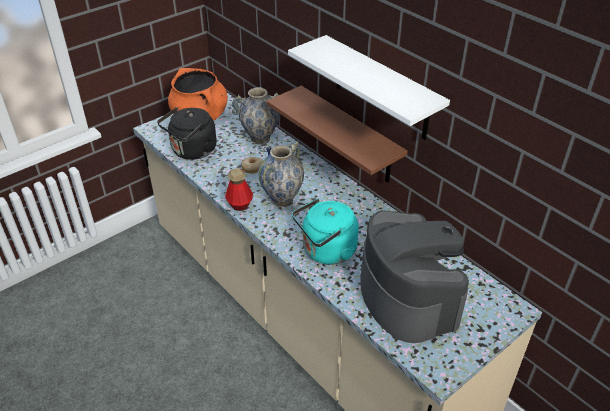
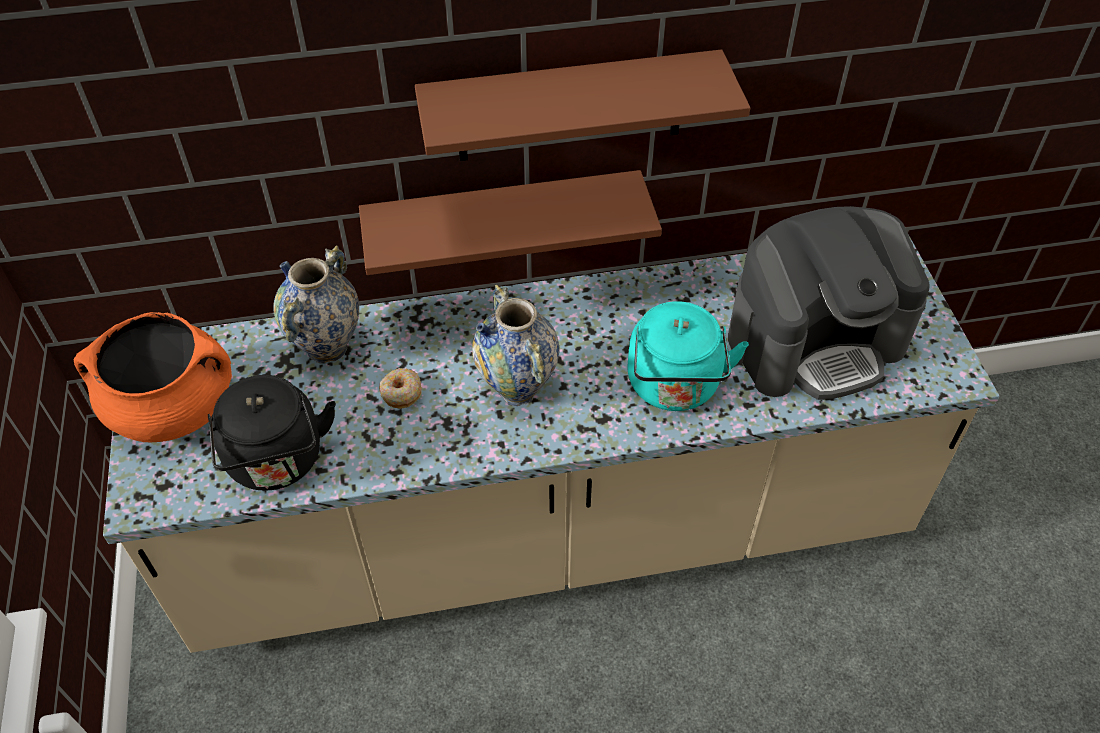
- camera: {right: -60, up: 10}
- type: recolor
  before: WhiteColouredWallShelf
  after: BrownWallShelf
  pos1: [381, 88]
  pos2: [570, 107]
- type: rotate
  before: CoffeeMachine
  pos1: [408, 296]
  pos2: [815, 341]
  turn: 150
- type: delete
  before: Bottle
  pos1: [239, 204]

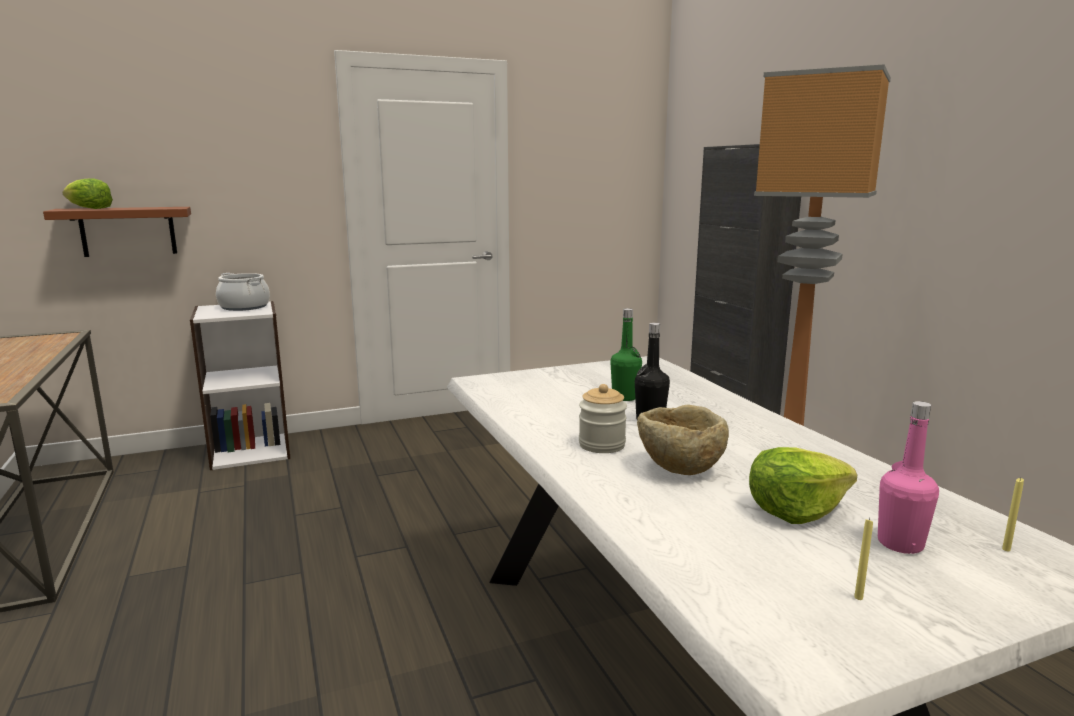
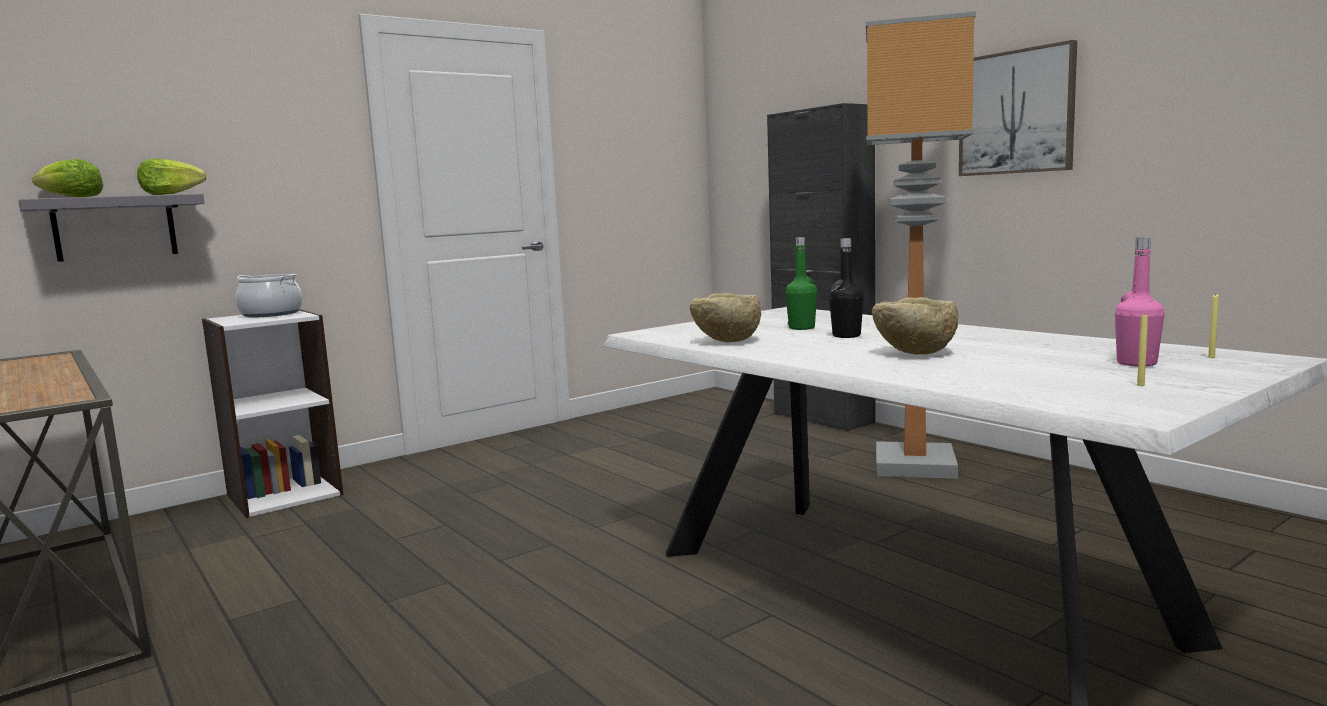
- camera: {right: -15, up: -5}
- type: recolor
  before: BrownWallShelf
  after: GreyWallShelf
  pos1: [128, 231]
  pos2: [115, 228]
- type: move
  before: HeadOfLettuce
  pos1: [795, 510]
  pos2: [170, 194]
- type: insert
  after: BeigeColouredBowl
  pos2: [726, 342]
- type: insert
  after: Picture
  pos2: [1016, 112]
- type: delete
  before: PreserveJar
  pos1: [602, 445]

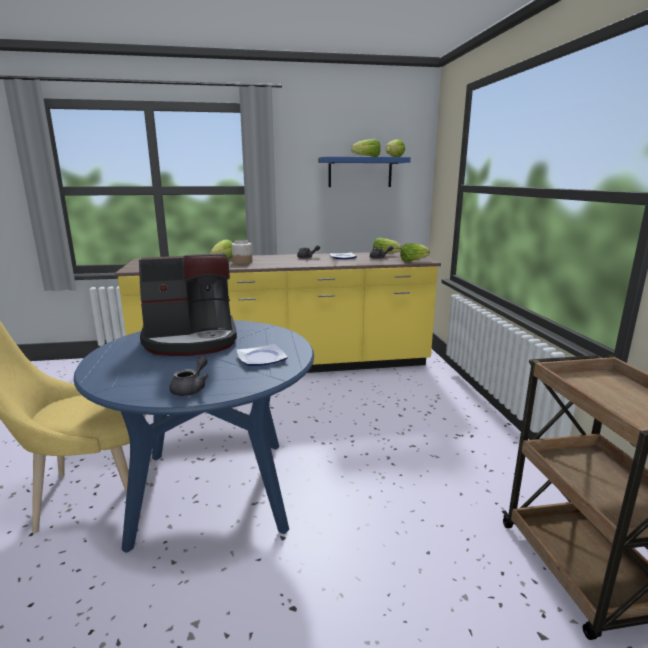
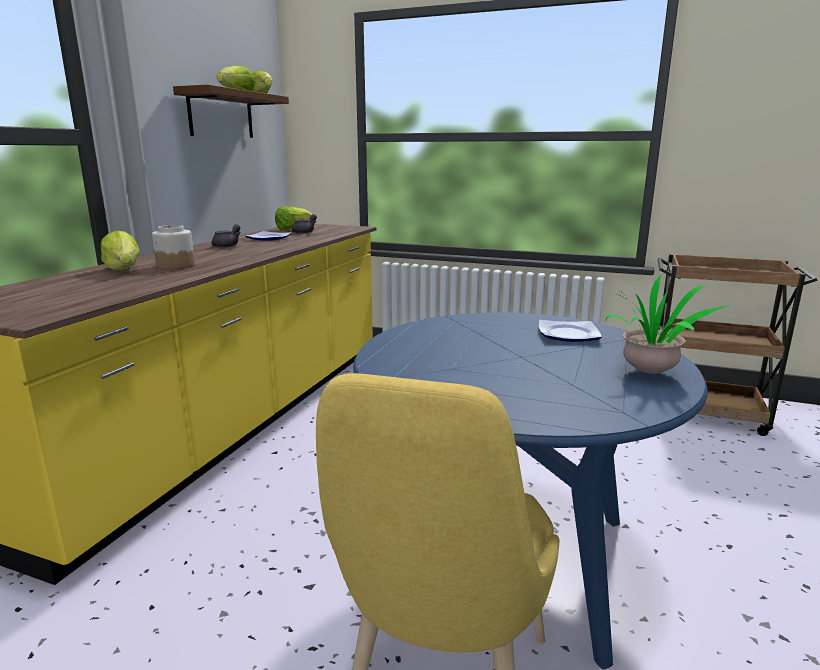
- camera: {right: -60, up: 0}
- type: recolor
  before: BluishWallShelf
  after: BrownWallShelf
  pos1: [360, 172]
  pos2: [221, 114]
- type: replace
  before: GreyPotForTea
  after: PlantInAPot
  pos1: [191, 388]
  pos2: [651, 372]
- type: delete
  before: CoffeeMachine
  pos1: [191, 340]
- type: delete
  before: HeadOfLettuce
  pos1: [413, 261]

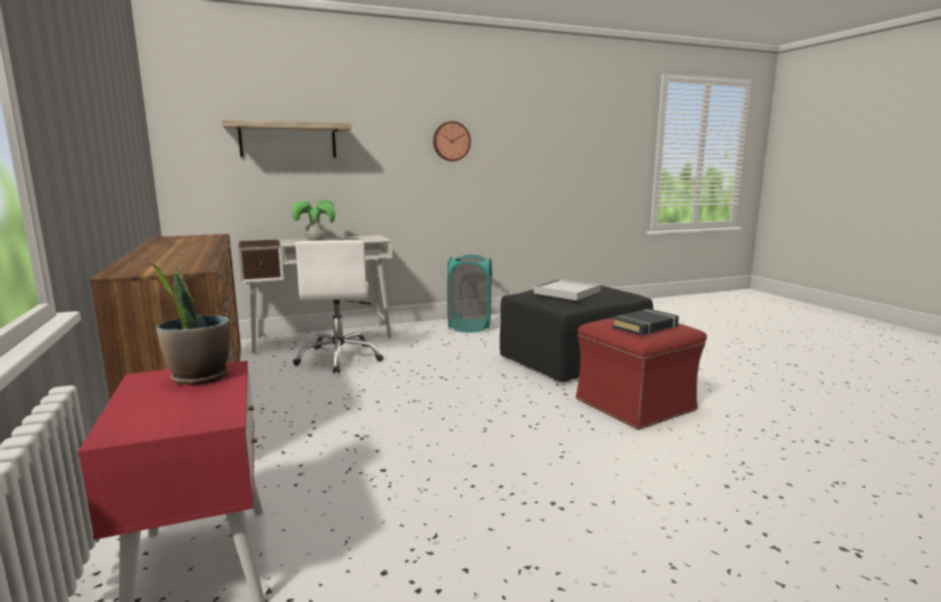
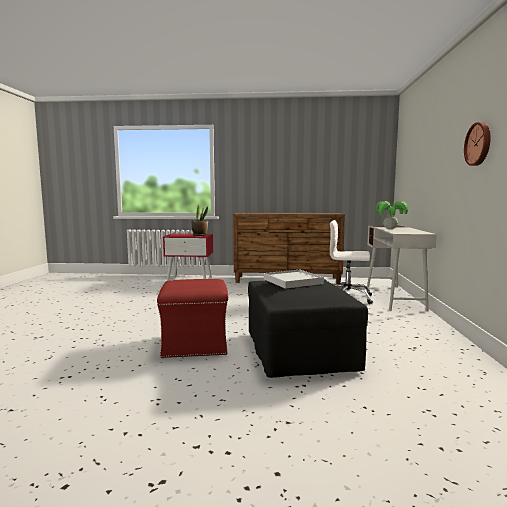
- camera: {right: 115, up: -5}
- type: delete
  before: WallShelf
  pos1: [288, 140]
- type: delete
  before: BlueGreenHamper
  pos1: [469, 326]
- type: delete
  before: BlackBook
  pos1: [645, 327]

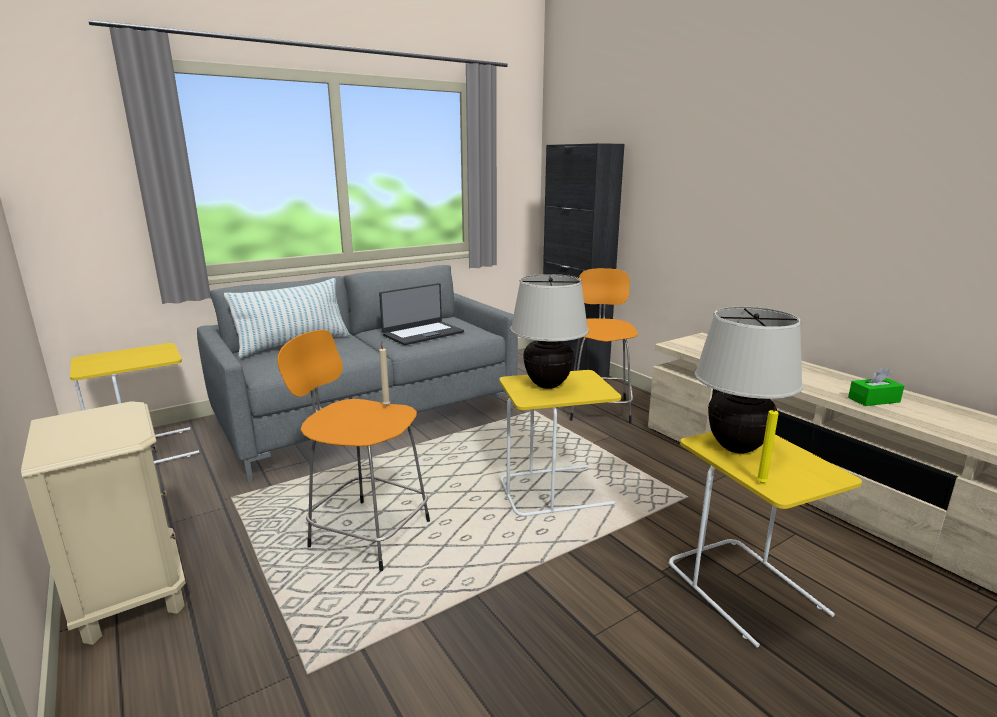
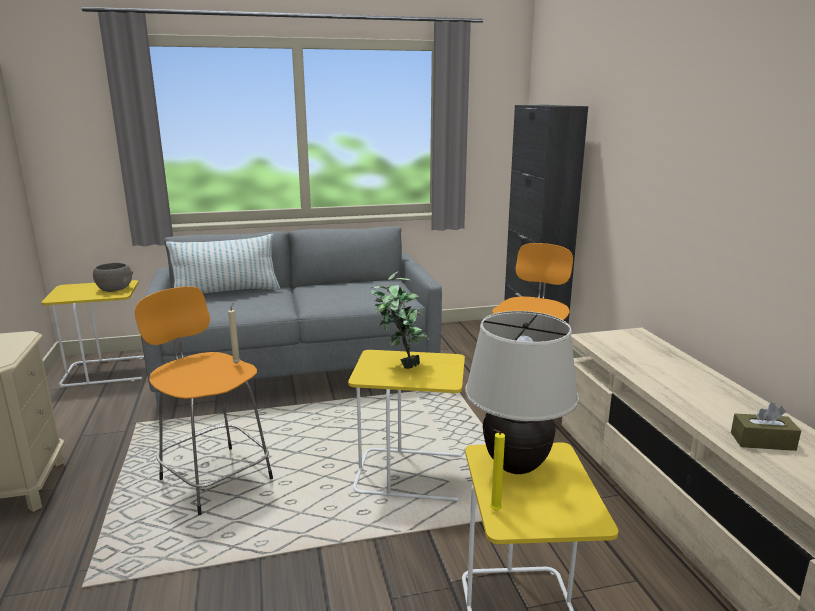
- camera: {right: 20, up: 0}
- type: insert
  after: GreyBowl
  pos2: [115, 289]
- type: replace
  before: BeigeColouredLampForATable
  after: PlantInAPot
  pos1: [547, 385]
  pos2: [399, 365]
- type: recolor
  before: GreenTissueBox
  after: BrownTissueBox
  pos1: [873, 400]
  pos2: [762, 441]
- type: delete
  before: Laptop
  pos1: [422, 333]

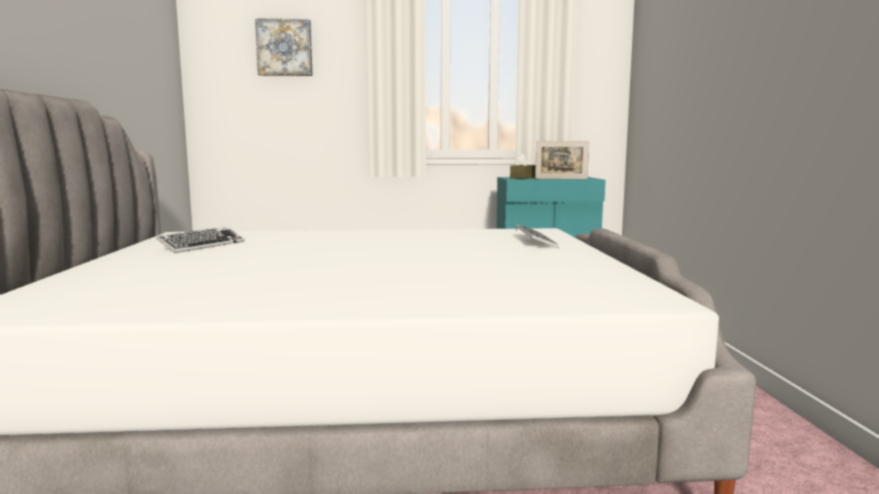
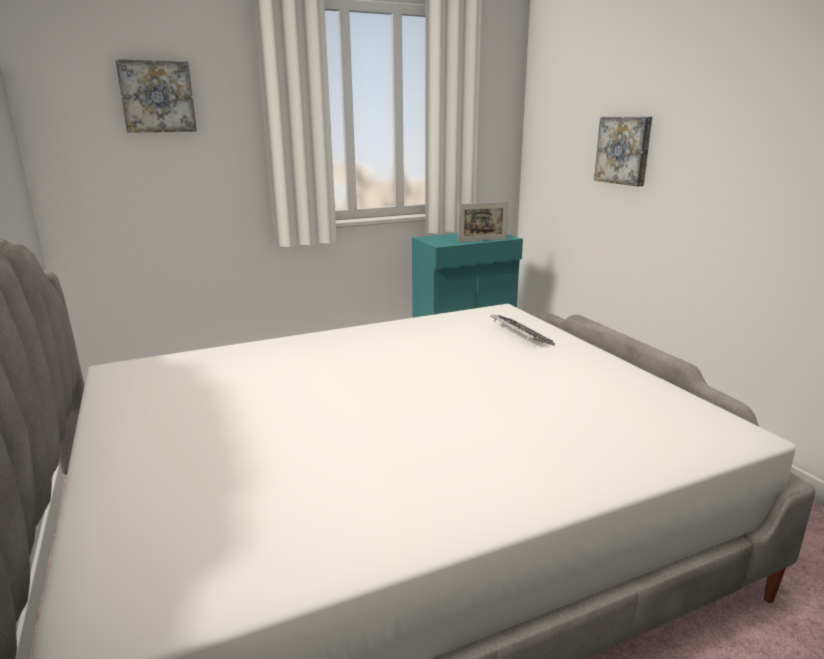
- camera: {right: -20, up: 10}
- type: insert
  after: Picture
  pos2: [624, 150]
- type: delete
  before: Keyboard
  pos1: [202, 245]
- type: delete
  before: BrownTissueBox
  pos1: [523, 178]

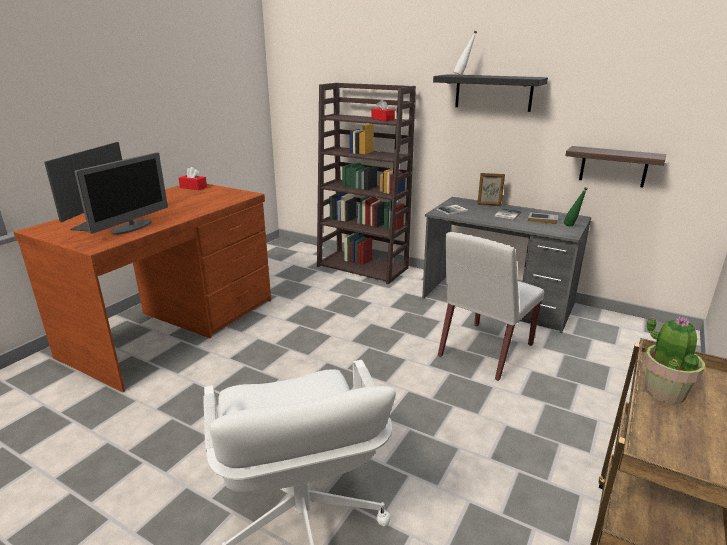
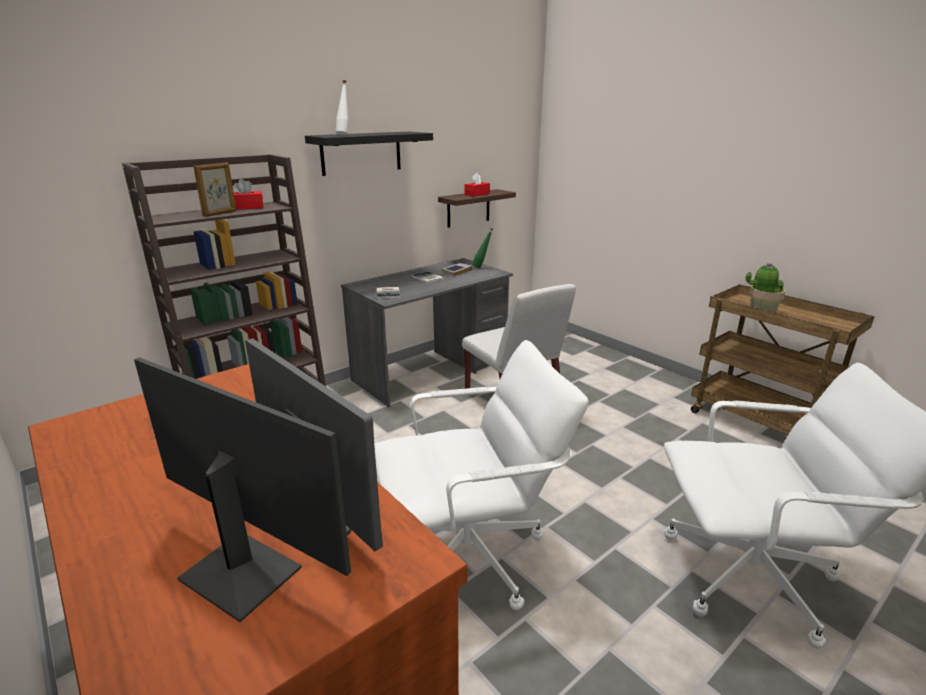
- camera: {right: -70, up: 0}
- type: move
  before: PictureFrame
  pos1: [489, 204]
  pos2: [220, 213]
- type: insert
  after: WhiteColouredComputerChair
  pos2: [470, 556]
- type: move
  before: RedTissueBox
  pos1: [193, 187]
  pos2: [477, 194]

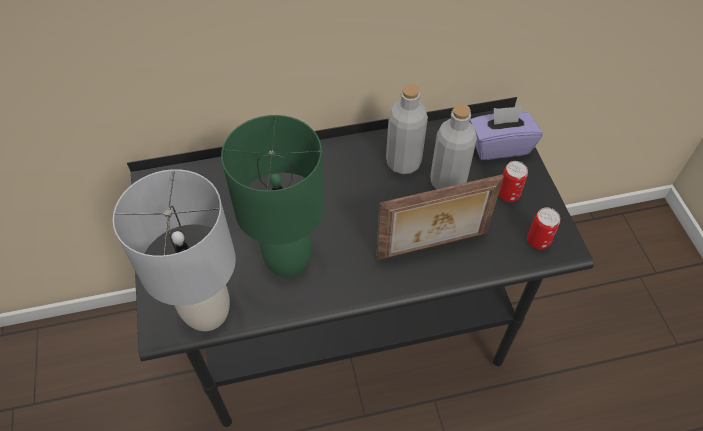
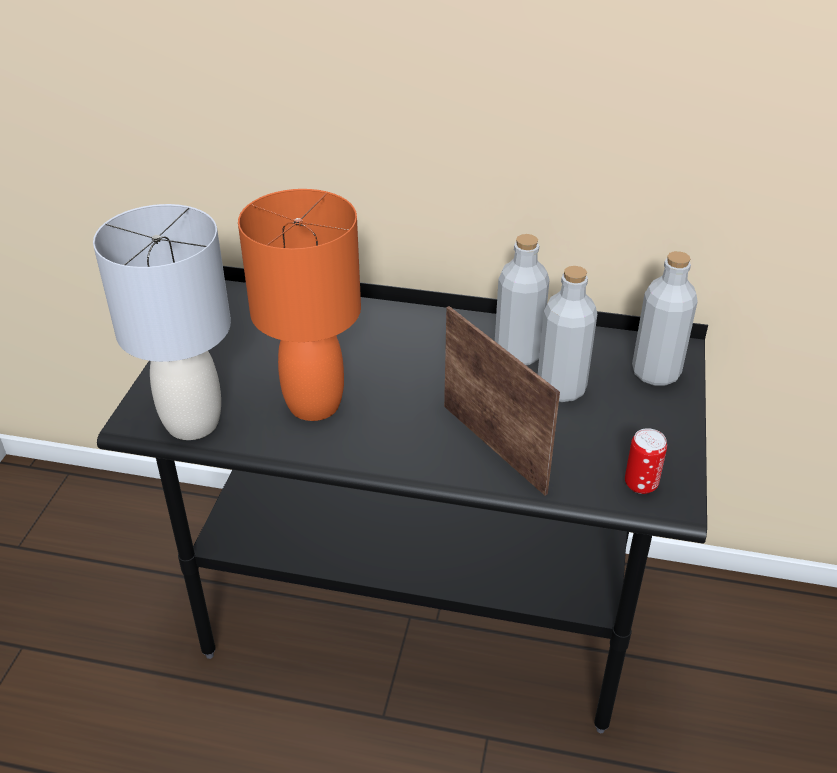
- camera: {right: 25, up: -15}
- type: recolor
  before: GreenLampForATable
  after: OrangeColouredLampForATable
  pos1: [288, 260]
  pos2: [315, 404]
- type: rotate
  before: PictureFrame
  pos1: [432, 247]
  pos2: [495, 447]
  turn: -135
- type: replace
  before: PurpleColouredTissueBox
  after: GreyBottle
  pos1: [499, 146]
  pos2: [655, 373]
- type: delete
  before: MetalCan
  pos1: [508, 195]

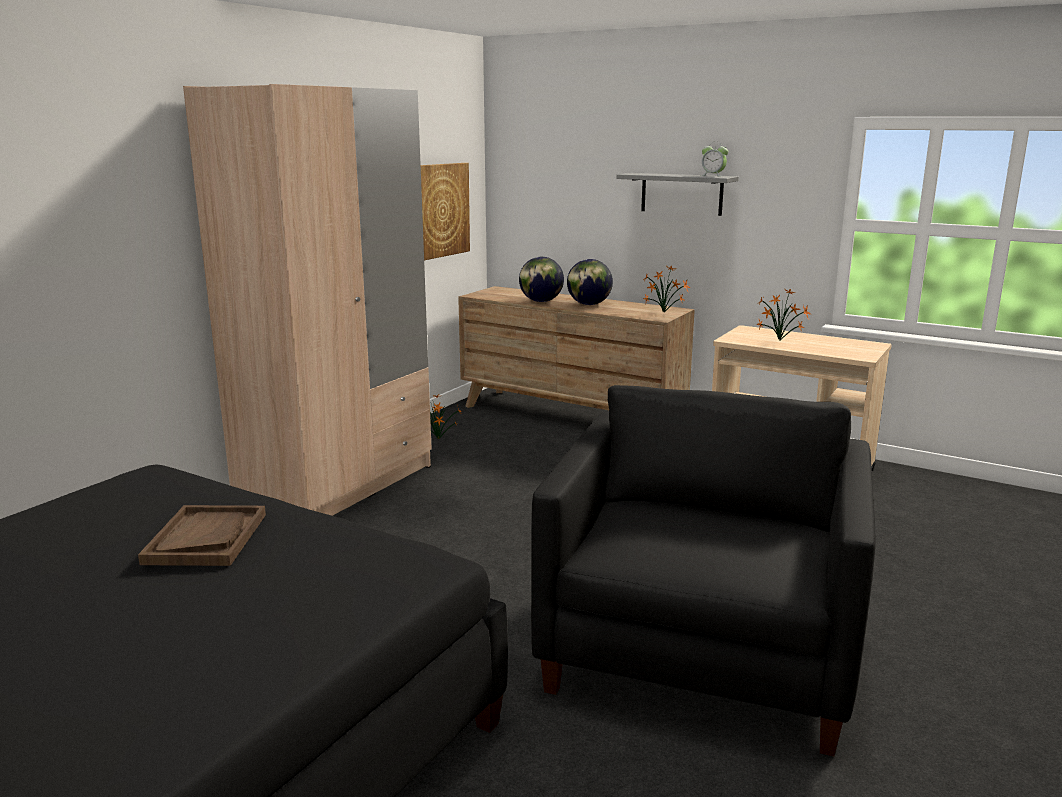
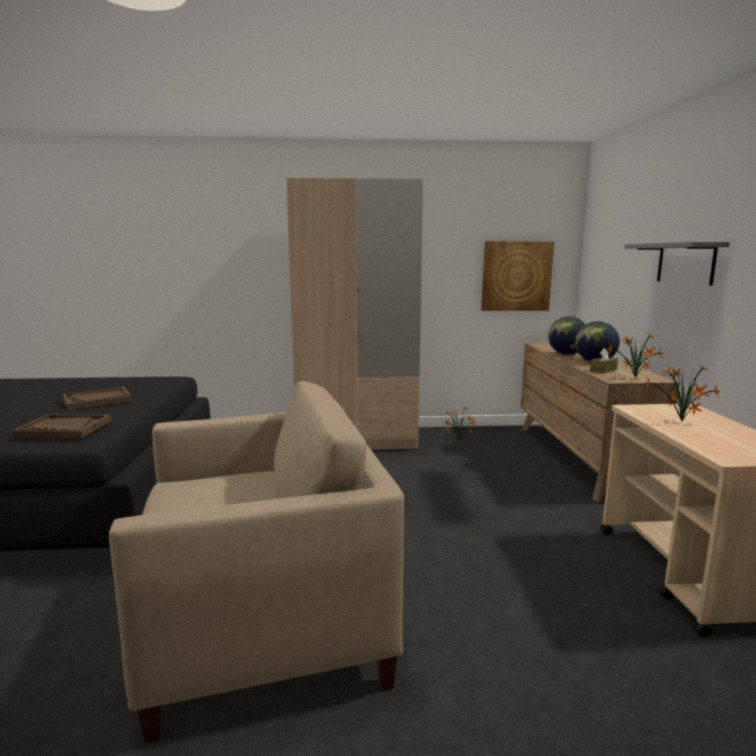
- camera: {right: 55, up: -5}
- type: insert
  after: BrownCarryingTray
  pos2: [63, 428]
- type: recolor
  before: BlackArmchair
  after: BeigeColouredArmchair
  pos1: [700, 654]
  pos2: [265, 622]
- type: insert
  after: BrownTissueBox
  pos2: [603, 370]
- type: delete
  before: TableClock
  pos1: [713, 175]

